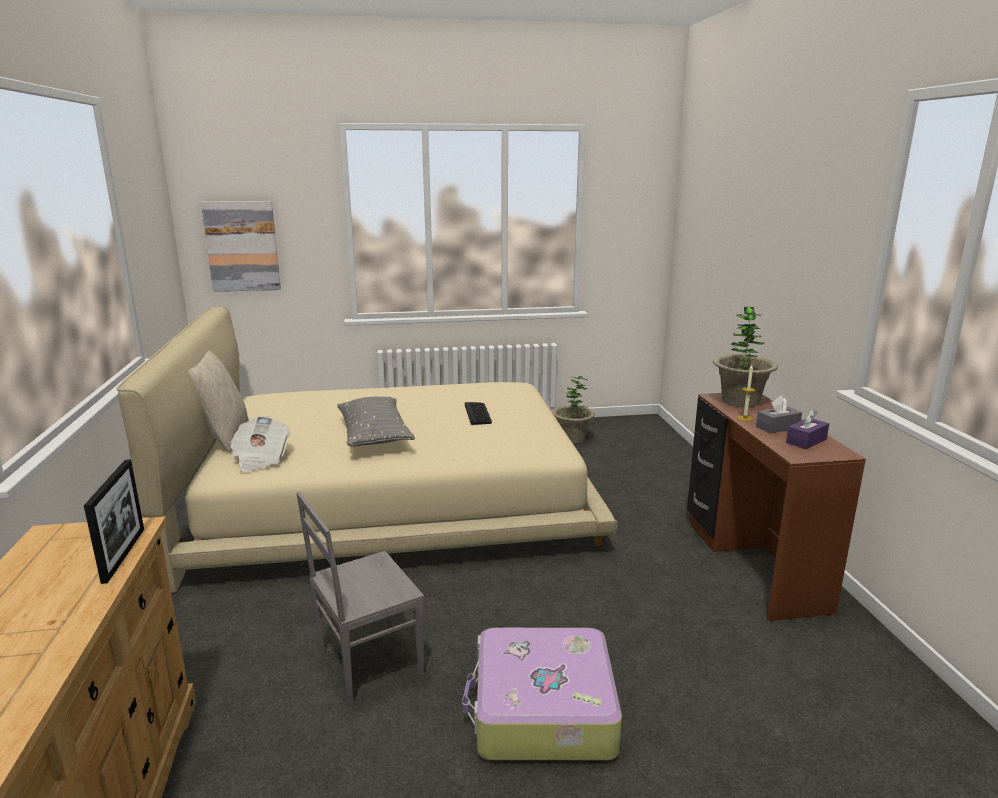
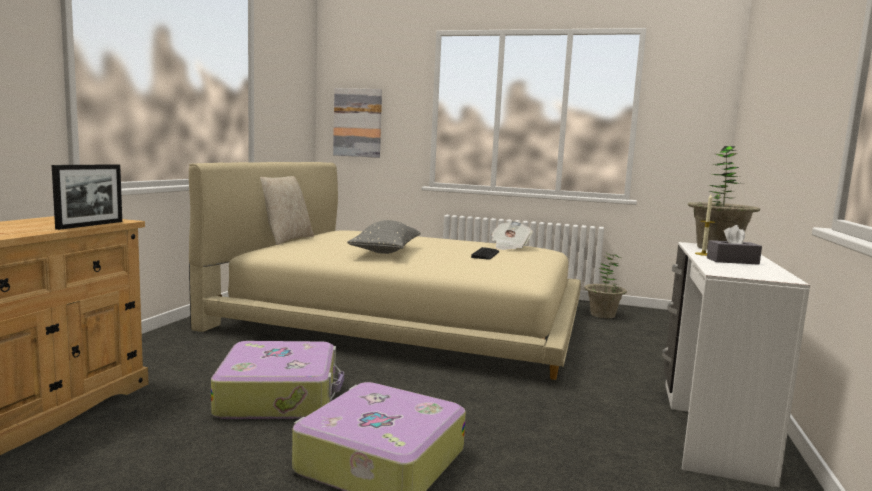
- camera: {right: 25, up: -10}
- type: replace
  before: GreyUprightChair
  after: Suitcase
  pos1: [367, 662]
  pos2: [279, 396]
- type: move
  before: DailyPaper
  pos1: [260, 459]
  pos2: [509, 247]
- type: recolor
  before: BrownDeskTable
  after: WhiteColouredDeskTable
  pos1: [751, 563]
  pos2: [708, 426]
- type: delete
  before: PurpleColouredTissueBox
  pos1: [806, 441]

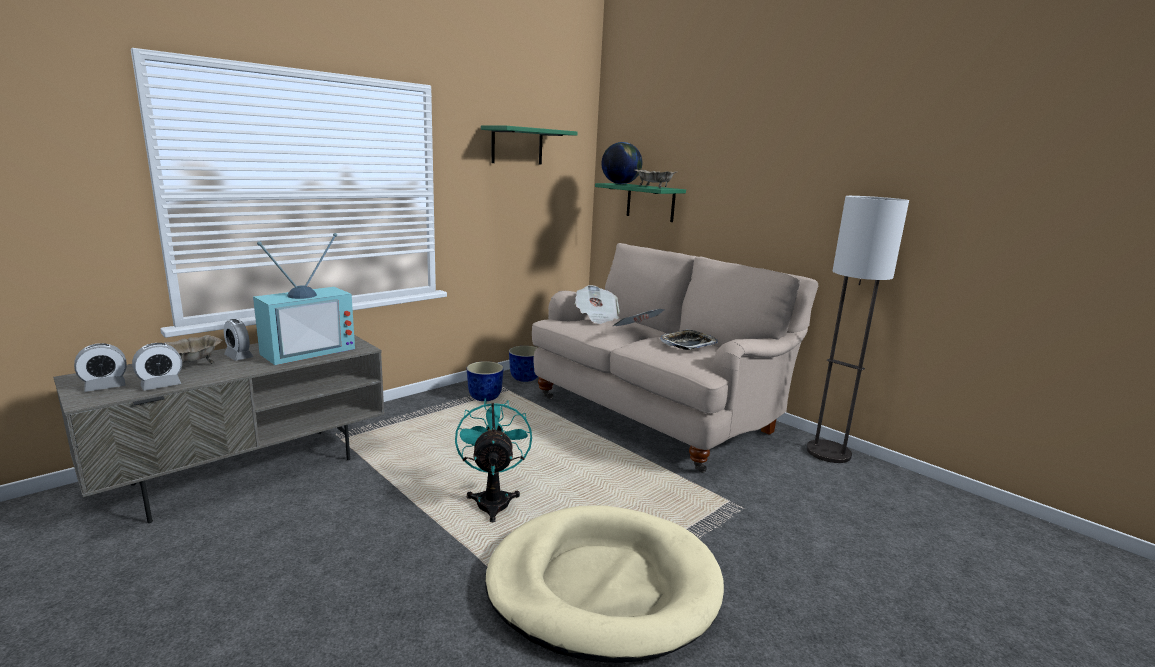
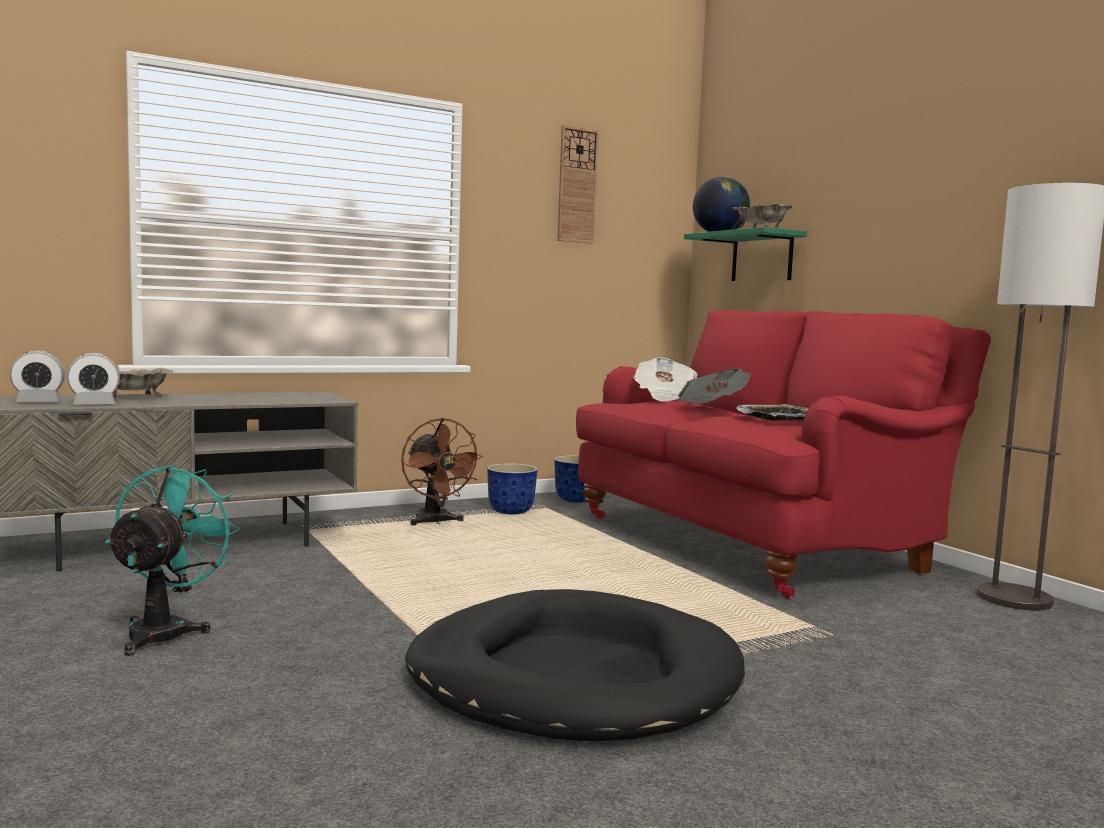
- camera: {right: 15, up: -10}
- type: move
  before: BlueGreenFan
  pos1: [493, 499]
  pos2: [166, 631]
- type: insert
  after: BrownFan
  pos2: [435, 522]
- type: recolor
  before: BeigeColouredDogCushion
  after: BlackDogCushion
  pos1: [602, 586]
  pos2: [573, 677]
- type: replace
  before: GreenWallShelf
  after: HangingClock
  pos1: [517, 146]
  pos2: [577, 185]
- type: recolor
  before: BeigeColouredSettee
  after: RedSettee
  pos1: [657, 413]
  pos2: [752, 542]
- type: delete
  before: TableClock
  pos1: [238, 356]
- type: delete
  before: Television
  pos1: [307, 350]

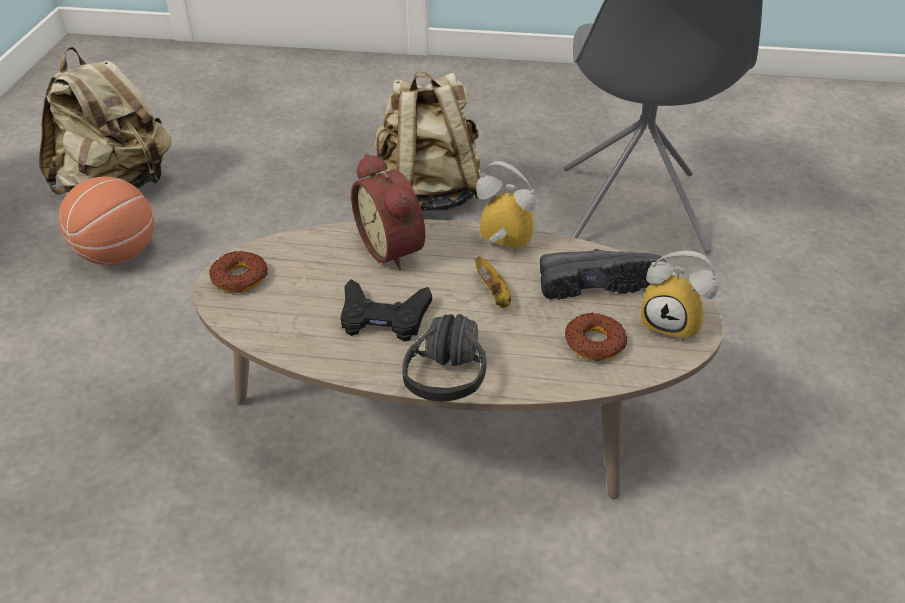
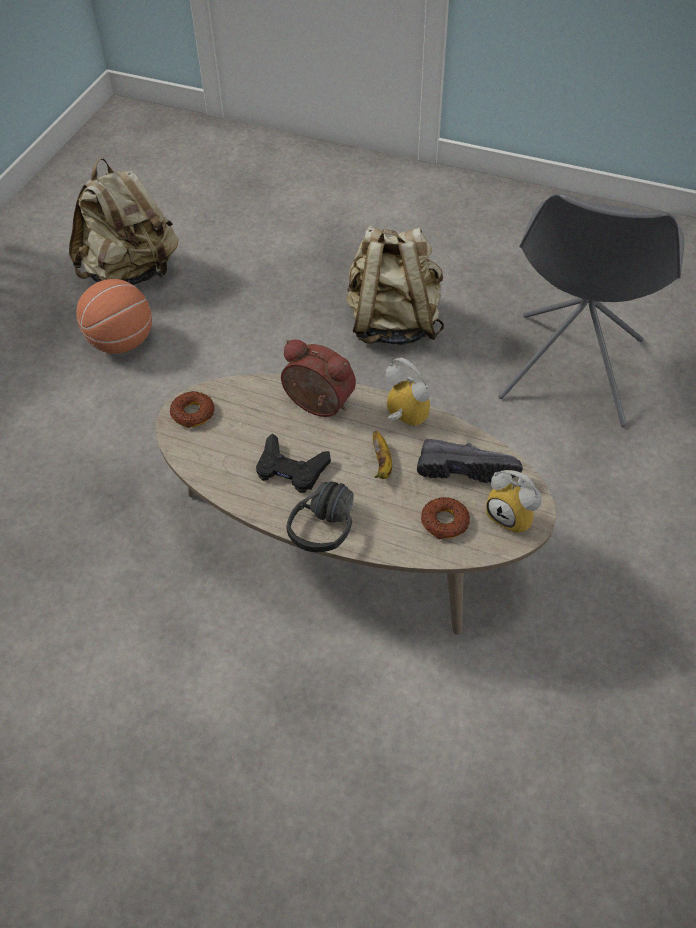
- camera: {right: 15, up: 10}
- type: rotate
  before: TableClock
  pos1: [394, 248]
  pos2: [317, 406]
  turn: 135

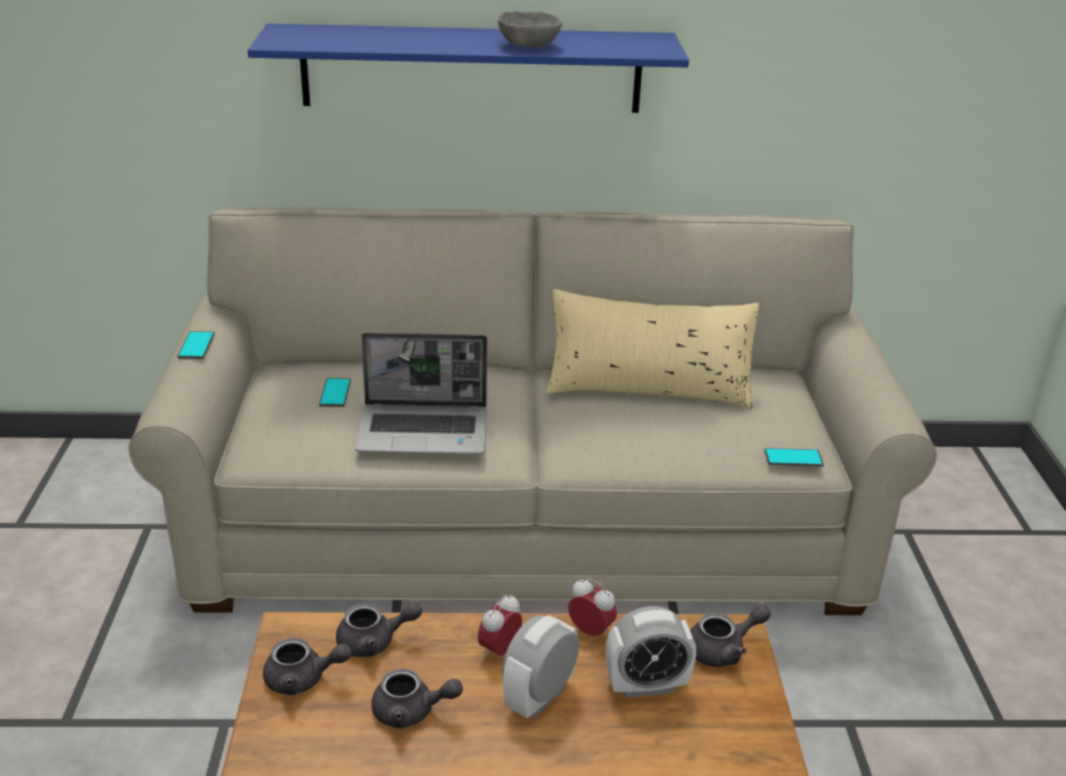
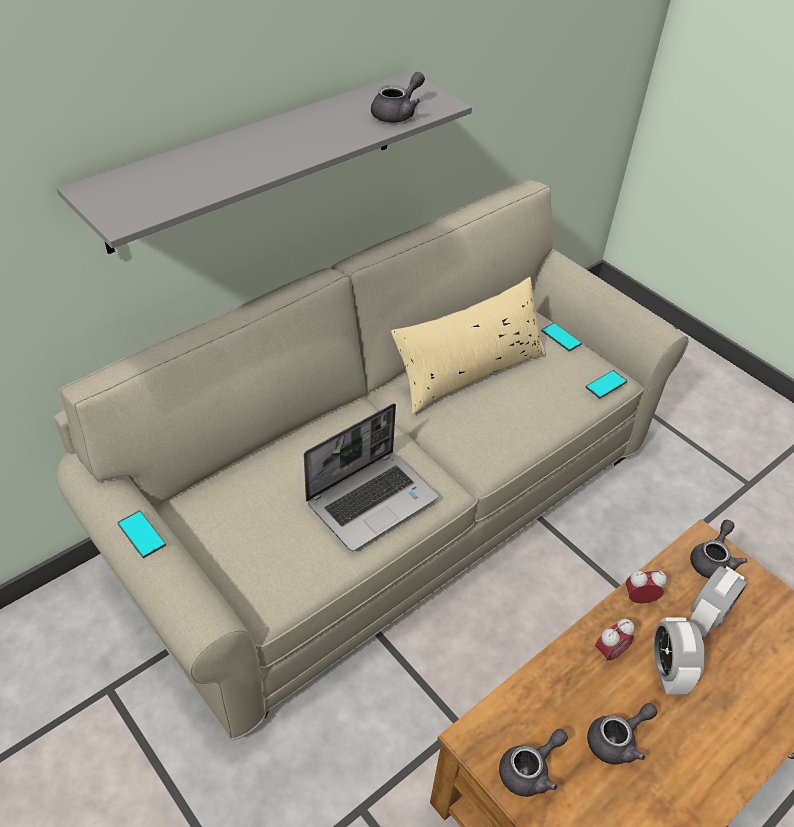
- camera: {right: -40, up: 15}
- type: recolor
  before: BluishWallShelf
  after: GreyWallShelf
  pos1: [472, 69]
  pos2: [256, 160]
- type: move
  before: GreyPotForTea
  pos1: [374, 642]
  pos2: [397, 114]
- type: move
  before: Handset
  pos1: [335, 393]
  pos2: [561, 337]
- type: rotate
  before: TableClock
  pos1: [499, 650]
  pos2: [609, 652]
  turn: -120
- type: delete
  before: GreyBowl
  pos1: [528, 46]

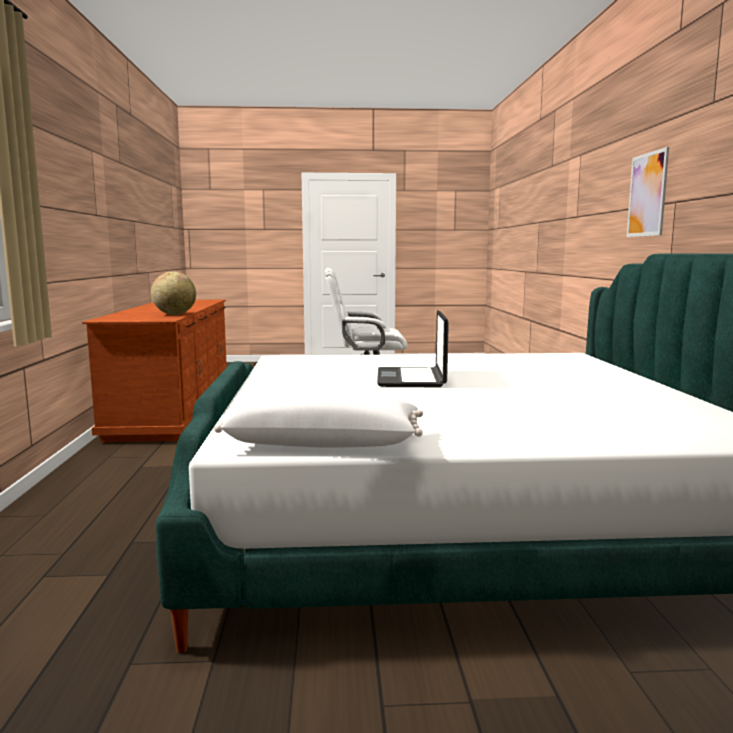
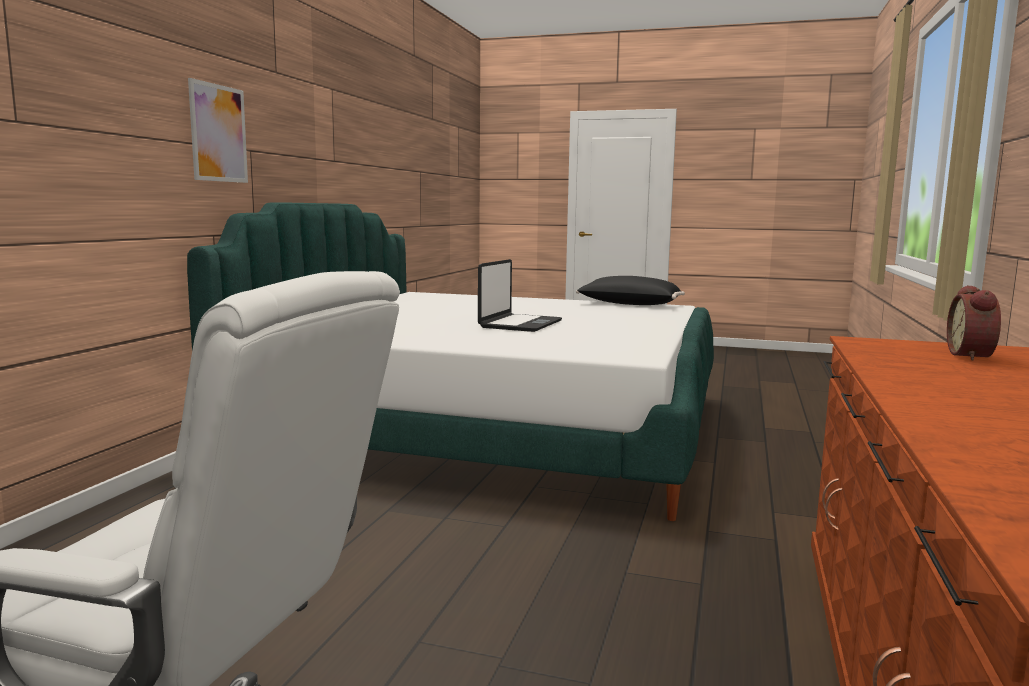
- camera: {right: -160, up: 0}
- type: recolor
  before: WhiteColouredPillow
  after: BlackPillow
  pos1: [324, 443]
  pos2: [629, 304]
- type: insert
  after: TableClock
  pos2: [973, 356]
- type: delete
  before: WorldGlobe
  pos1: [175, 314]

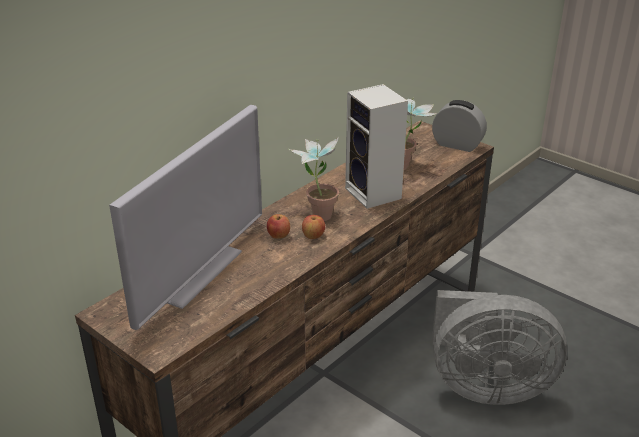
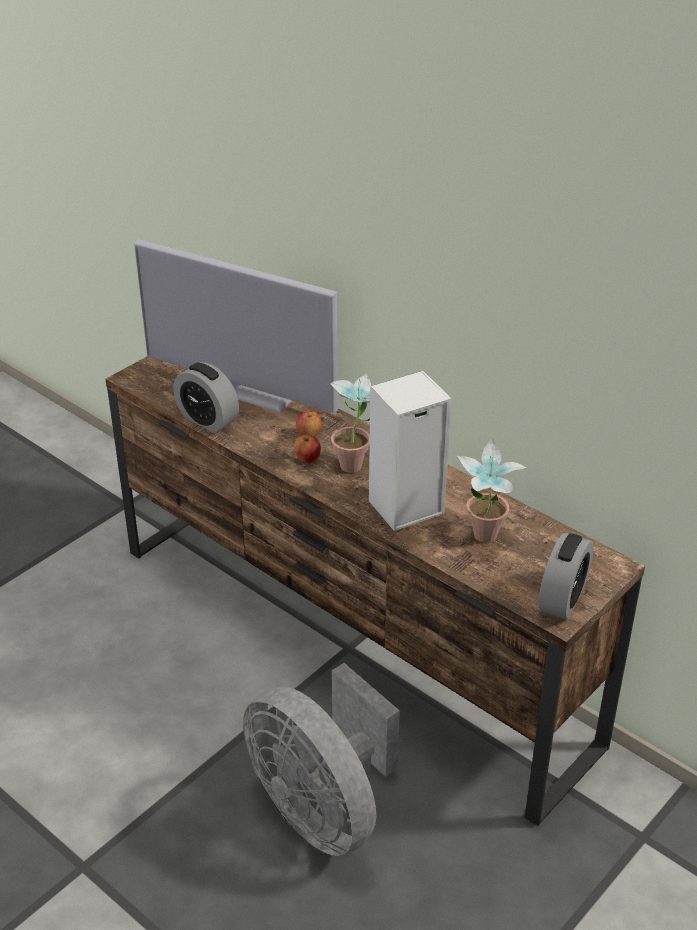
- camera: {right: 90, up: 5}
- type: insert
  after: TableClock
  pos2: [207, 420]
- type: rotate
  before: GreyFan
  pos1: [485, 386]
  pos2: [322, 809]
  turn: -45

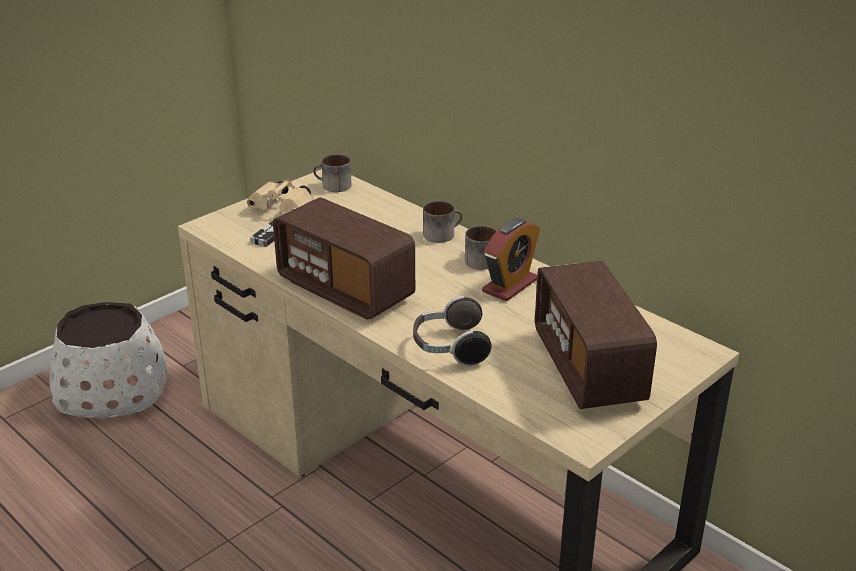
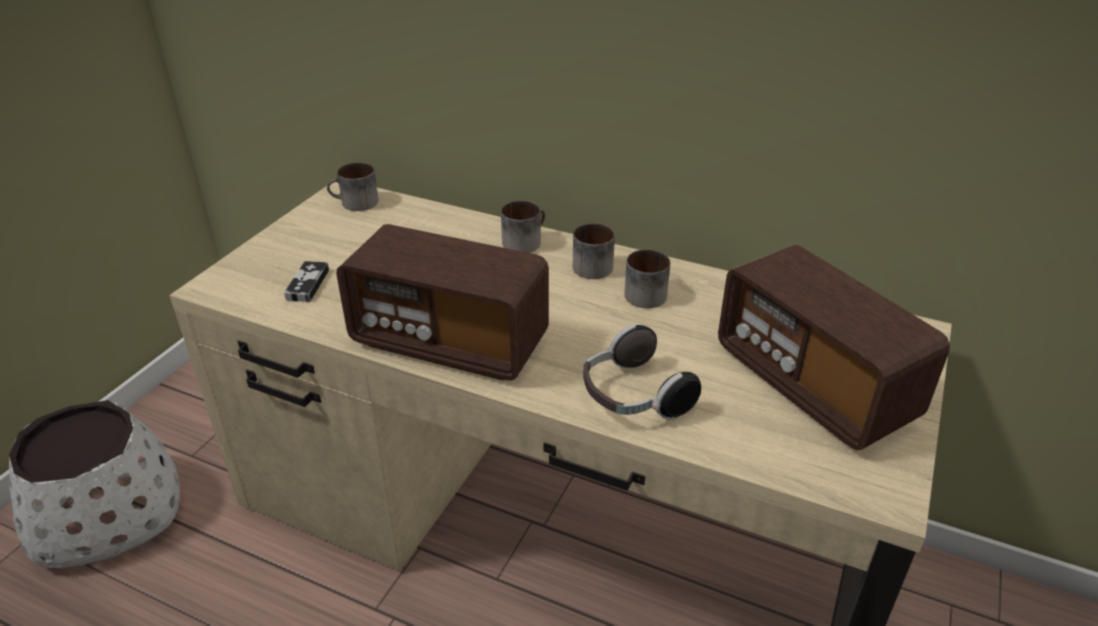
- camera: {right: -20, up: 5}
- type: replace
  before: TableClock
  after: Mug
  pos1: [510, 285]
  pos2: [647, 292]
- type: delete
  before: BeigeColouredPairOfBinoculars
  pos1: [284, 210]

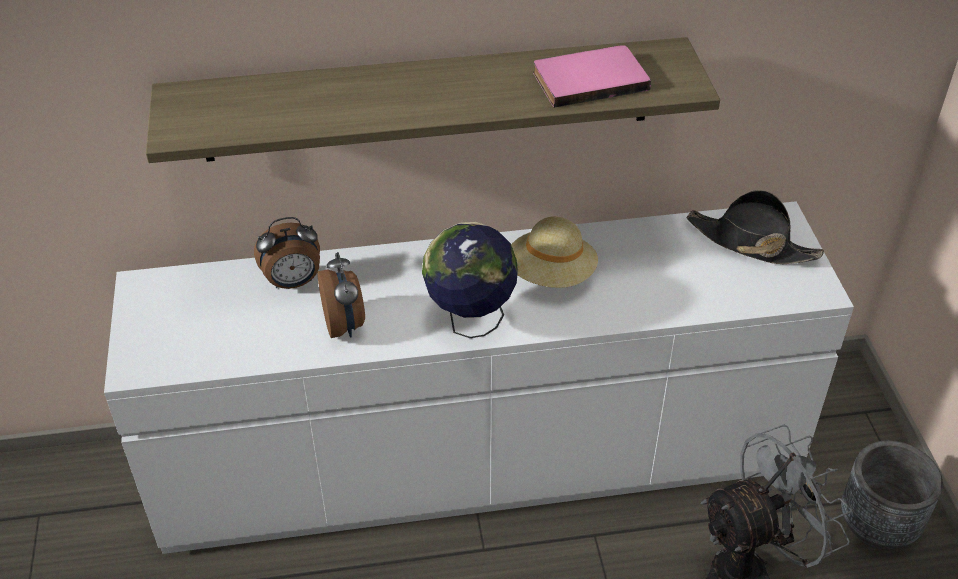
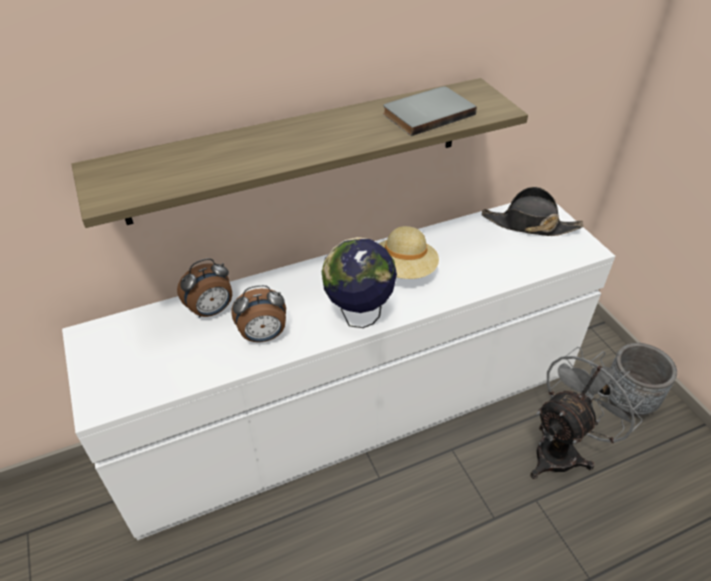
- camera: {right: -15, up: 0}
- type: rotate
  before: TableClock
  pos1: [345, 325]
  pos2: [263, 336]
  turn: 105
- type: recolor
  before: PinkishBook
  after: GreyBook
  pos1: [588, 78]
  pos2: [426, 113]

